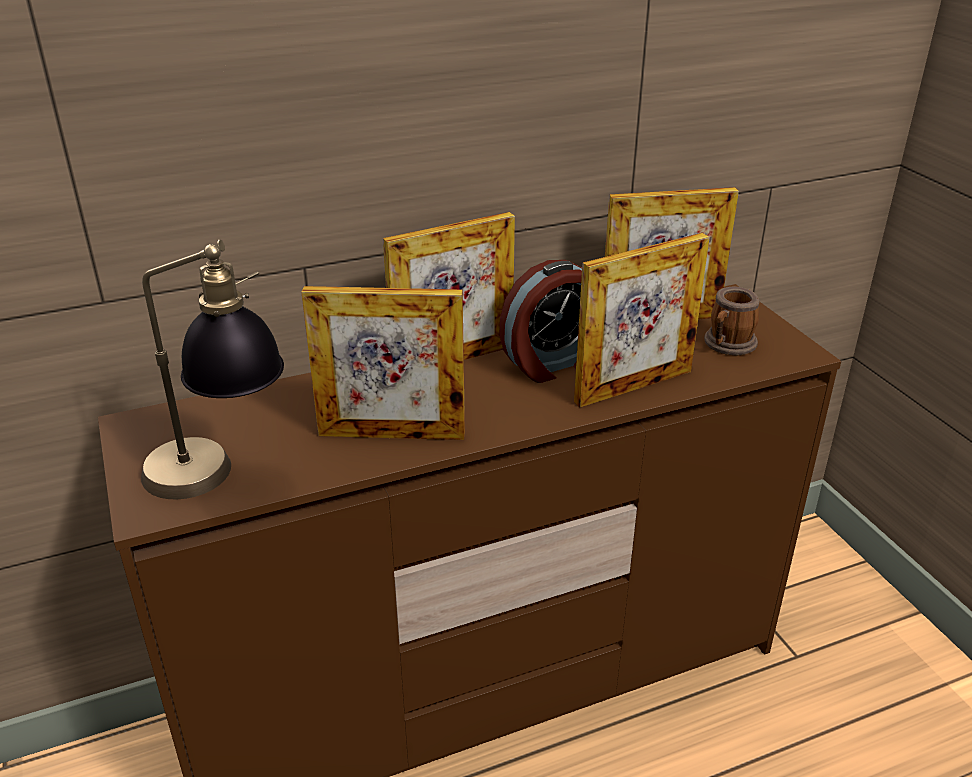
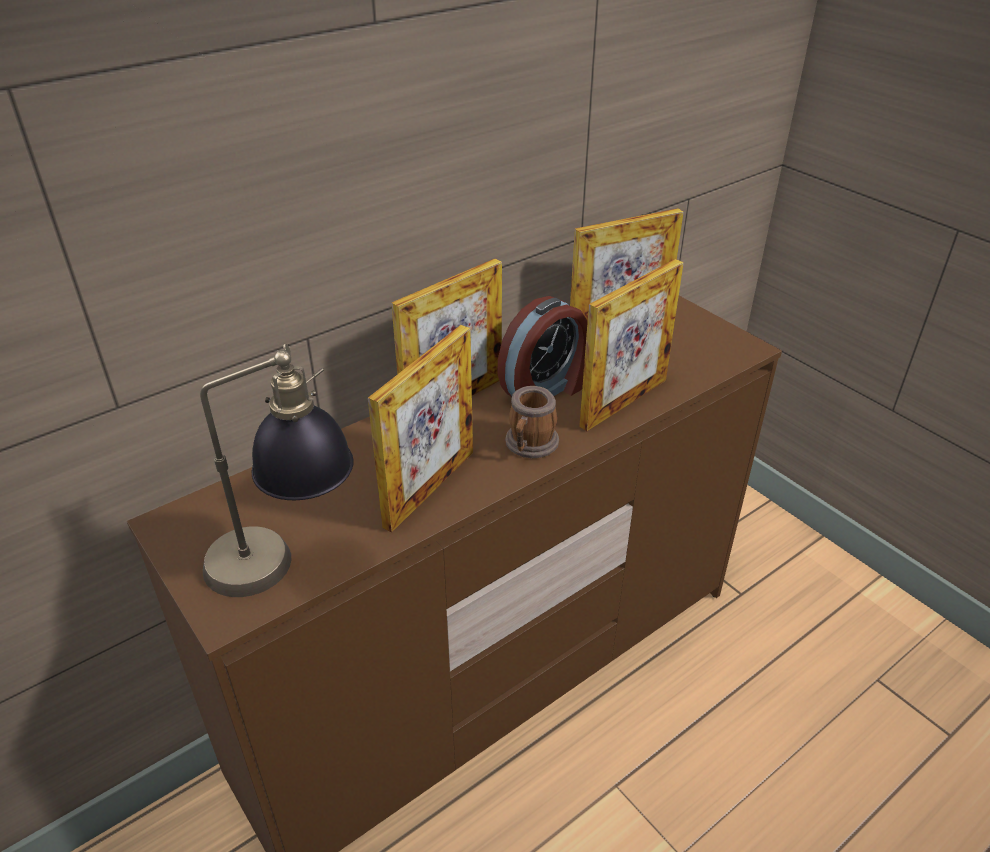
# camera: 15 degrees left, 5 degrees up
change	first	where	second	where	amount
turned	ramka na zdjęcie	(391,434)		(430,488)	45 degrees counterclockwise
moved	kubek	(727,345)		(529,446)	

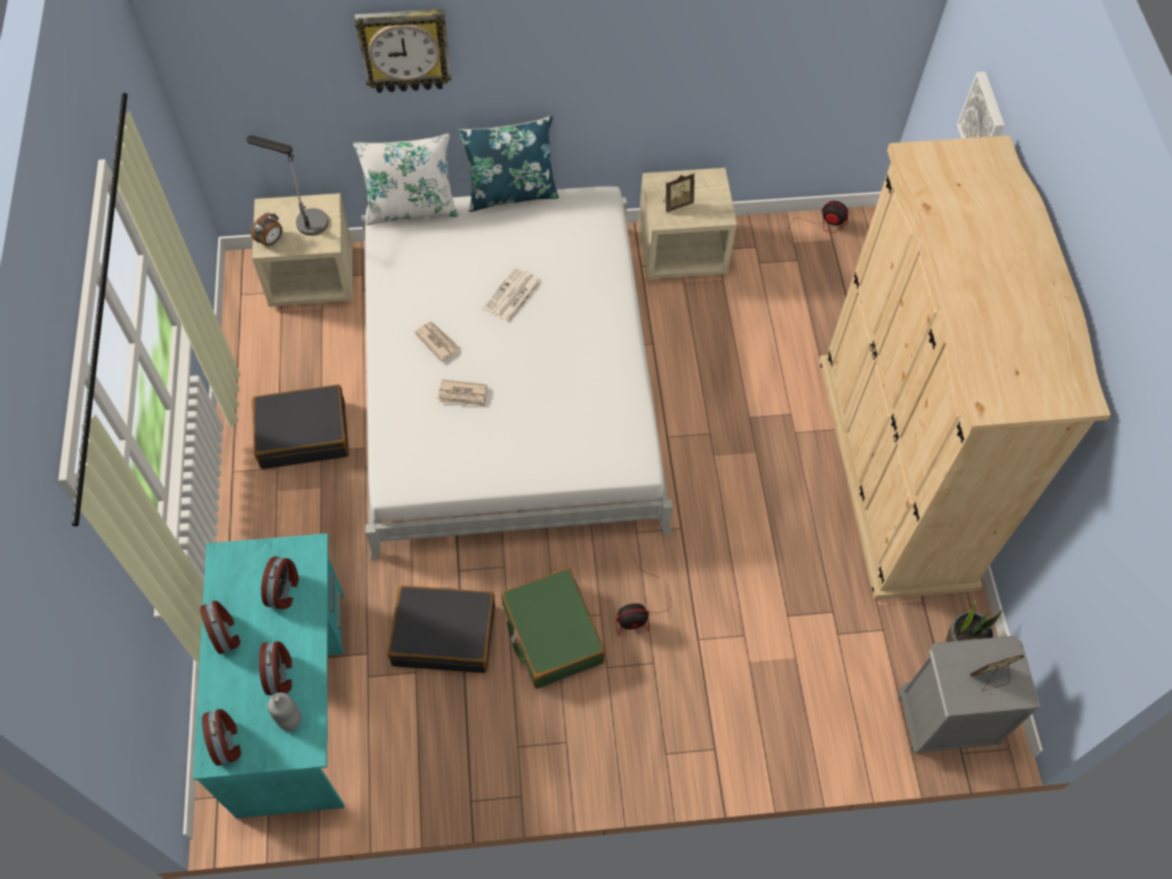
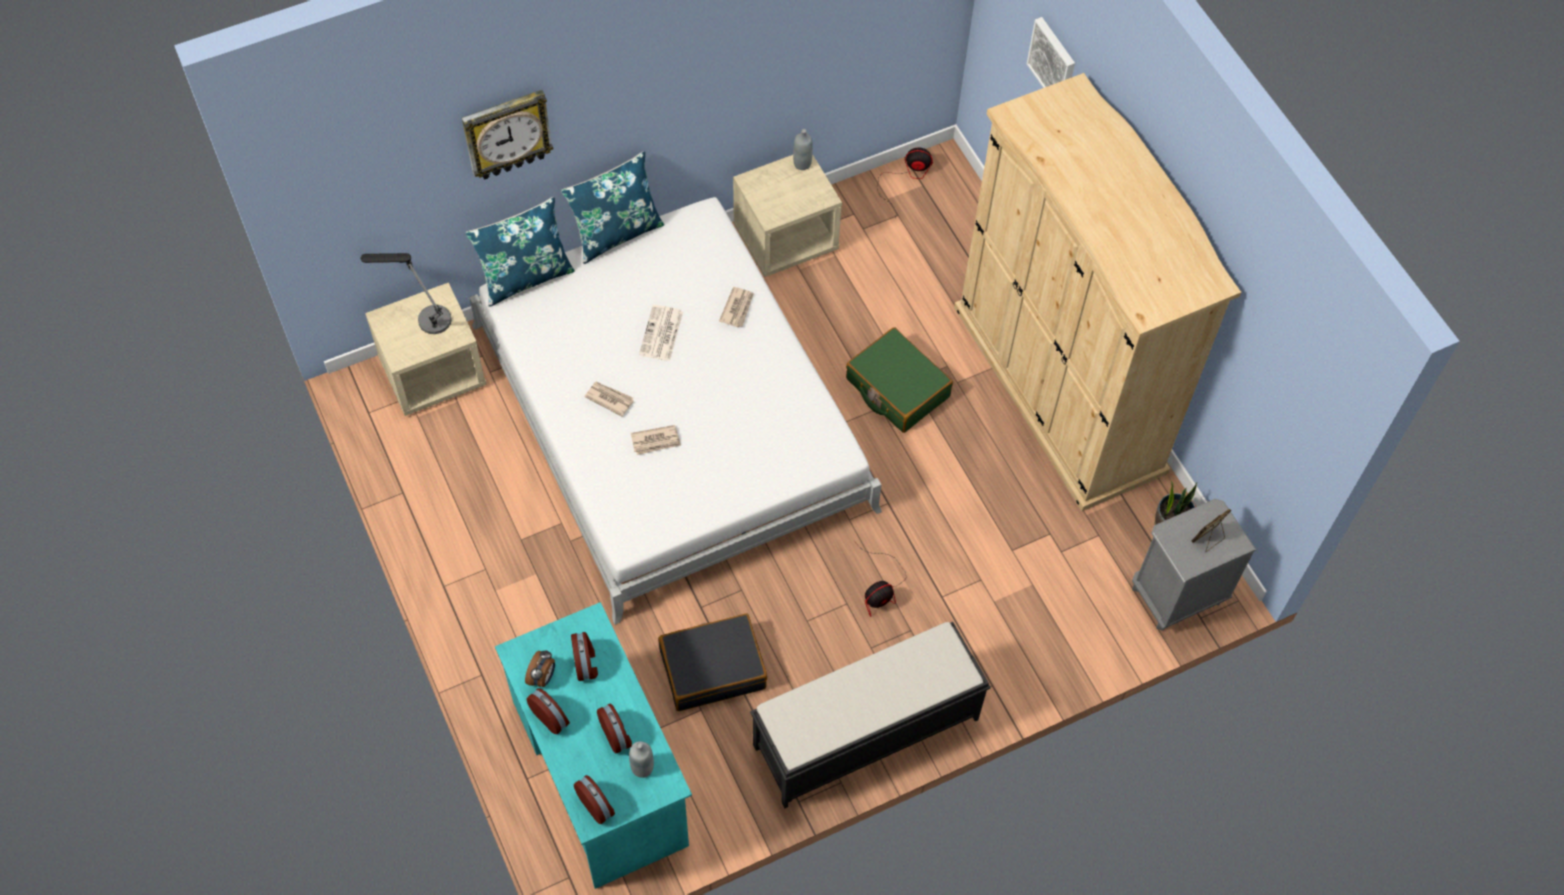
# camera: 20 degrees left, 0 degrees up
change	first	where	second	where	amount
moved	budzik	(271,241)		(543,677)	
removed	walizka [czarny]	(303,434)			
recoloured	poduszka [biały]	(411,208)	poduszka [niebieski]	(525,277)	
moved	walizka [zielony]	(552,634)		(897,388)	
removed	ramka na zdjęcie	(676,203)			
added			gazeta	(737,308)	
added			ławka [czarny]	(864,733)	
added			butelka [szary]	(802,163)	

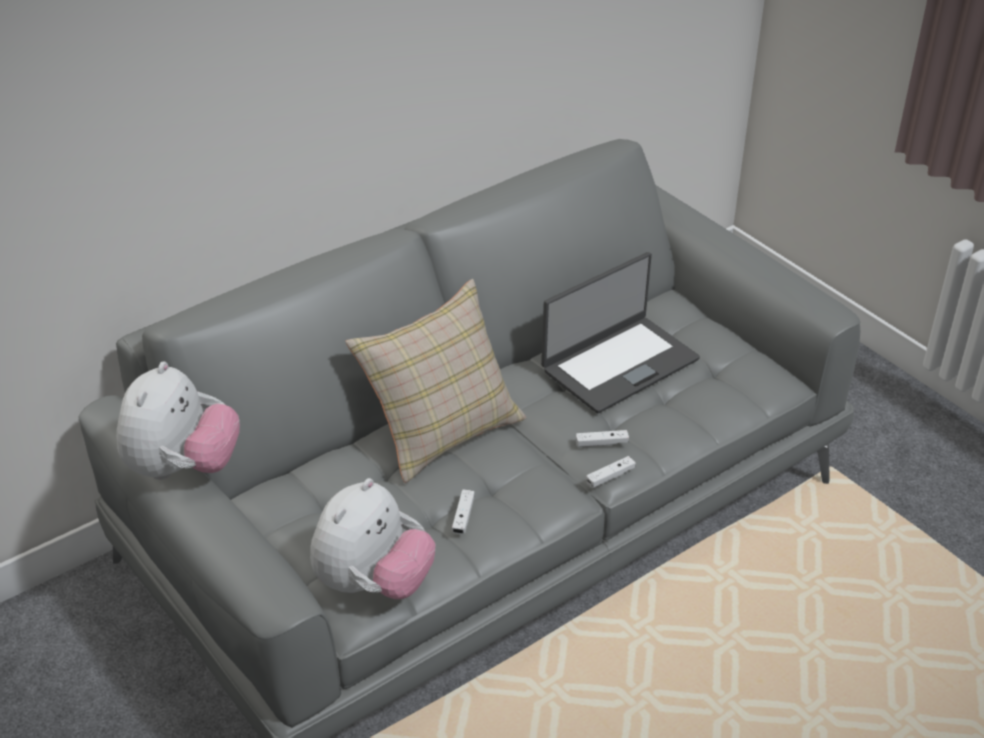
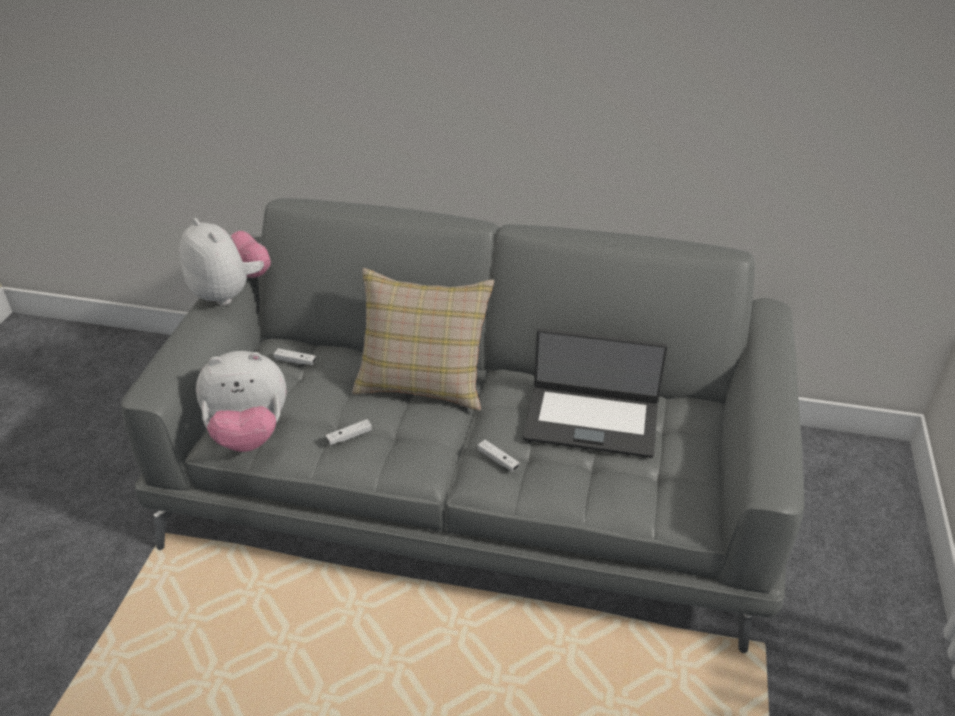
# camera: 50 degrees right, 0 degrees up
change	first	where	second	where	amount
turned	pluszak	(182,468)		(230,293)	105 degrees counterclockwise
moved	pad do gier [biały]	(610,477)		(295,361)	

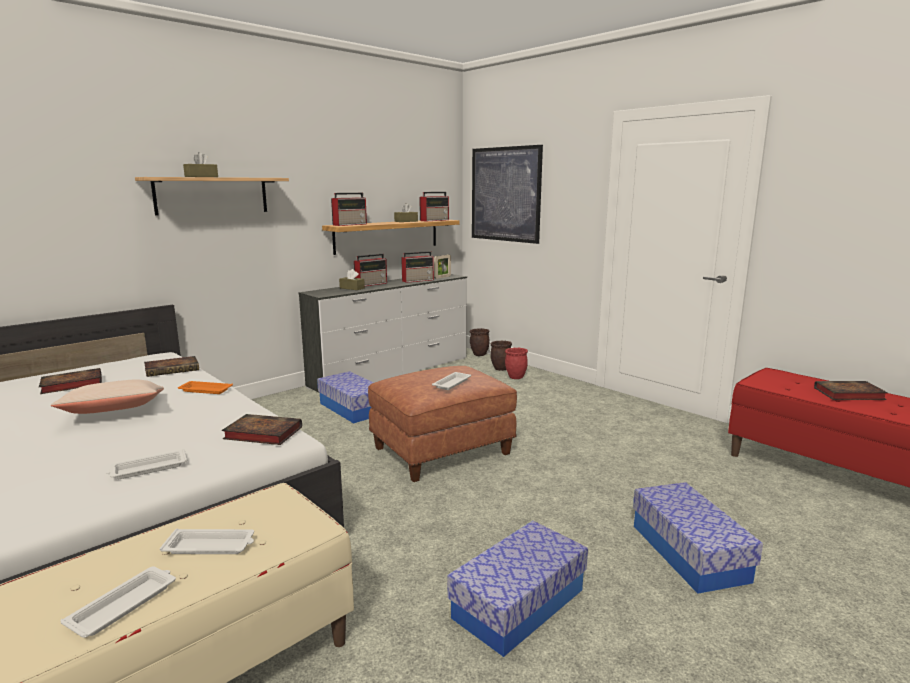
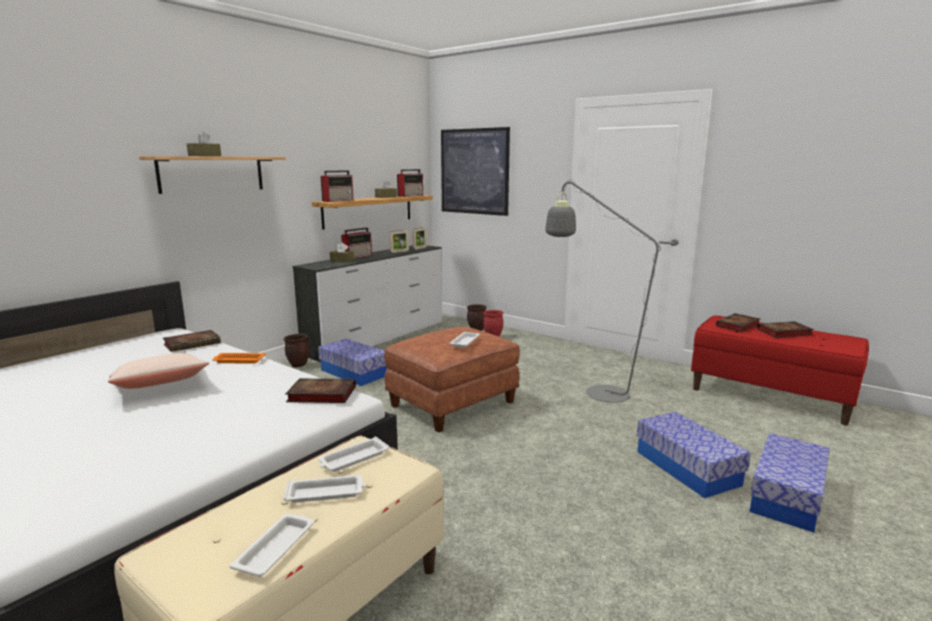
# camera: 10 degrees left, 0 degrees up
change	first	where	second	where	amount
moved	książka	(70,385)		(737,326)	
moved	taca [biały]	(148,469)		(353,459)	
replaced	radio	(418,280)	ramka na zdjęcie	(399,251)	
moved	pojemnik do przechowywania	(518,604)		(787,496)	
moved	donica [brązowy]	(479,354)		(298,365)	
added			lampa stojąca [szary]	(596,390)	

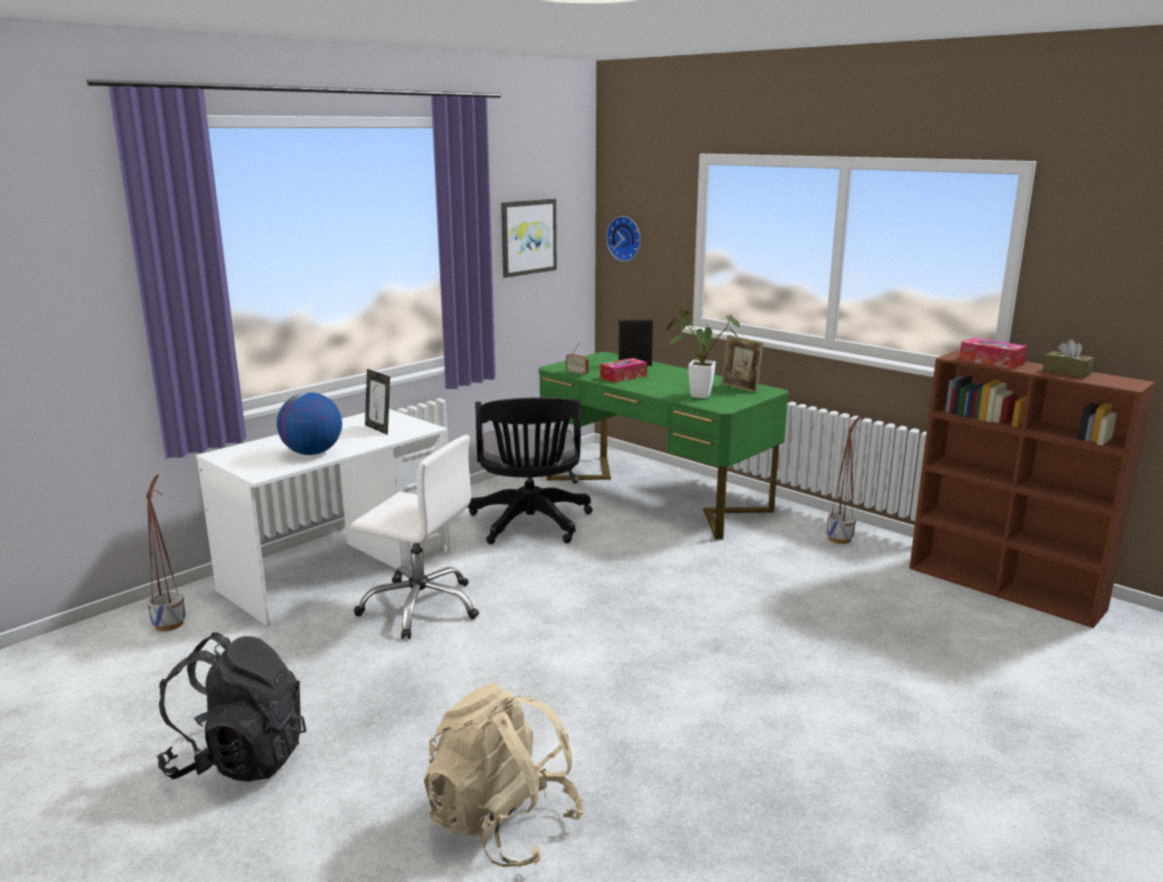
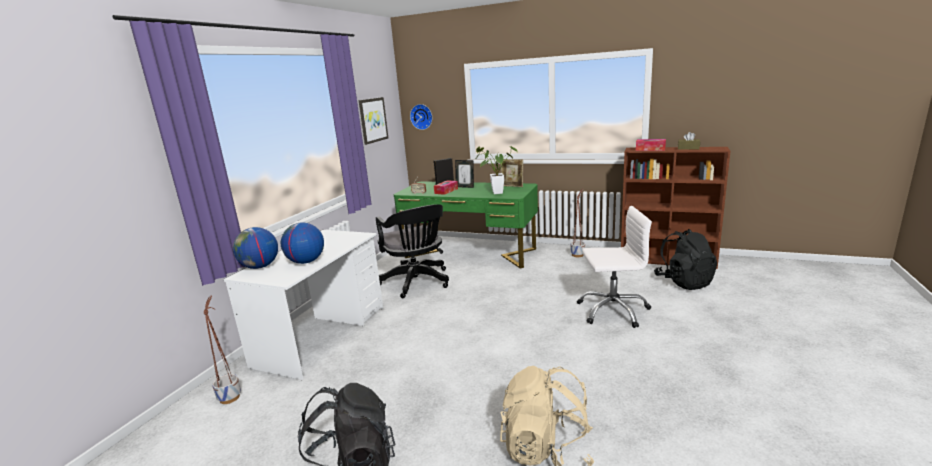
# camera: 20 degrees left, 0 degrees up
change	first	where	second	where	amount
moved	krzesło biurowe [biały]	(421,606)		(613,310)	
moved	ramka na zdjęcie	(379,429)		(465,187)	
added			globus	(260,267)	
added			plecak [czarny]	(684,282)	

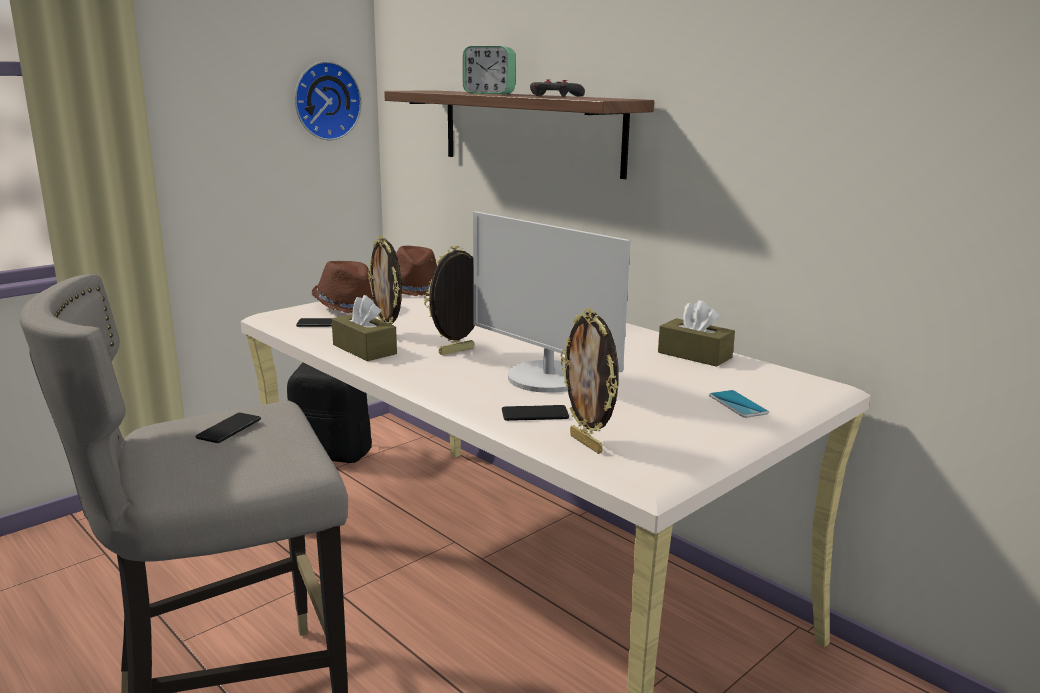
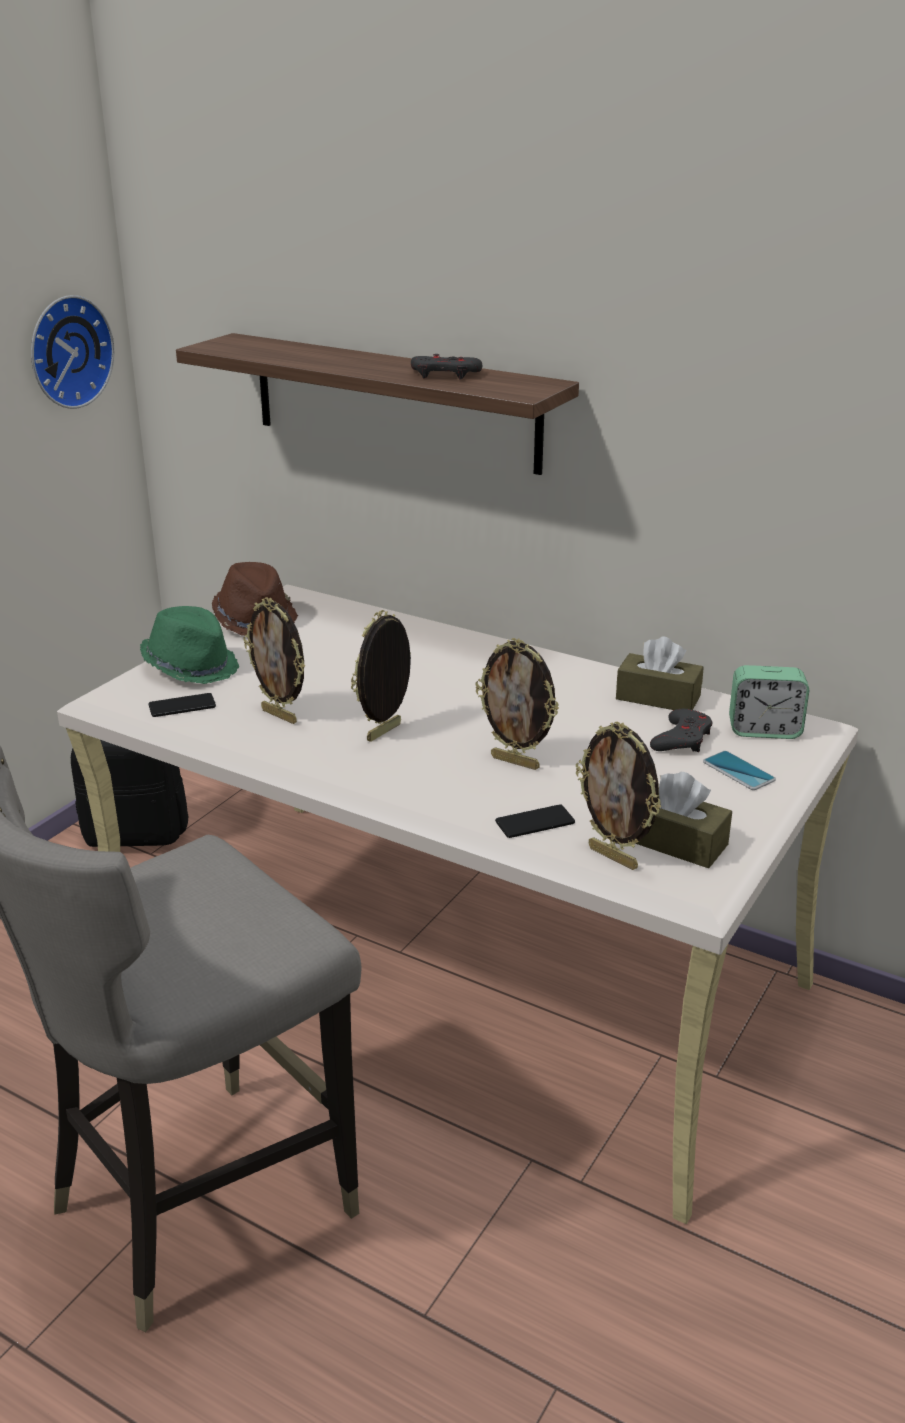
# camera: 15 degrees left, 10 degrees up
change	first	where	second	where	amount
removed	telefon	(229,429)			
recoloured	kapelusz [brązowy]	(348,306)	kapelusz [zielony]	(191,667)	
moved	pudełko chusteczek [brązowy]	(364,349)		(675,842)	
moved	budzik	(489,93)		(764,730)	
replaced	monitor	(547,378)	ramka na zdjęcie	(516,762)	
added			pad do gier [szary]	(682,738)	

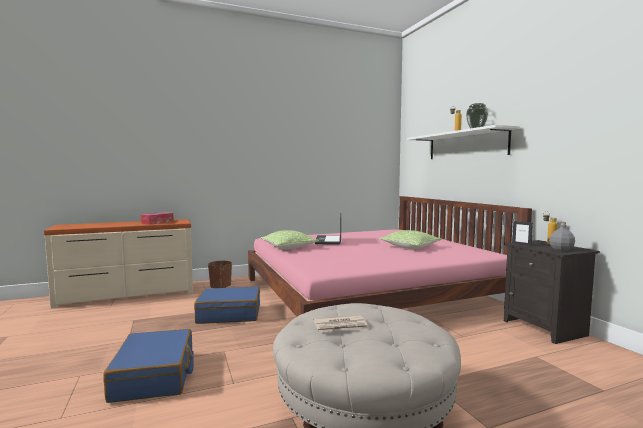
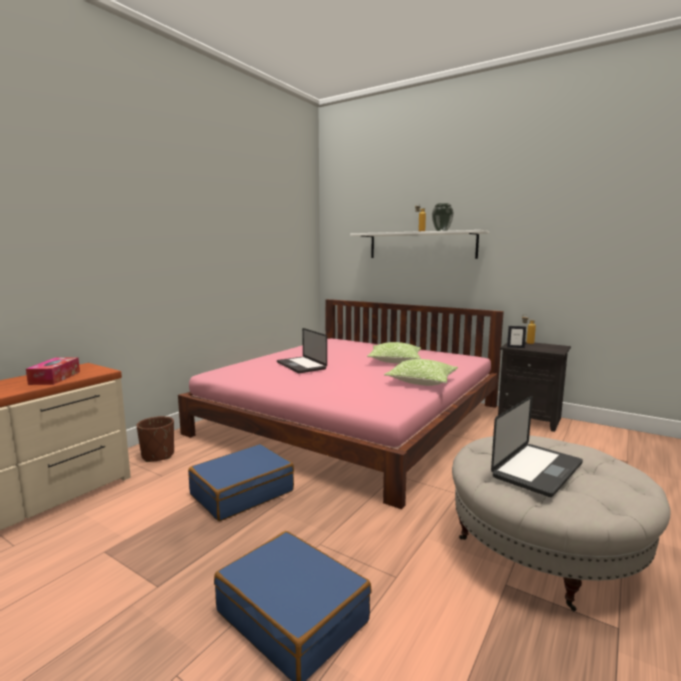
# camera: 35 degrees left, 5 degrees up
change	first	where	second	where	amount
moved	poduszka	(289,247)		(421,381)	
replaced	gazeta	(341,326)	laptop	(537,470)	
removed	butelka [szary]	(561,249)			

